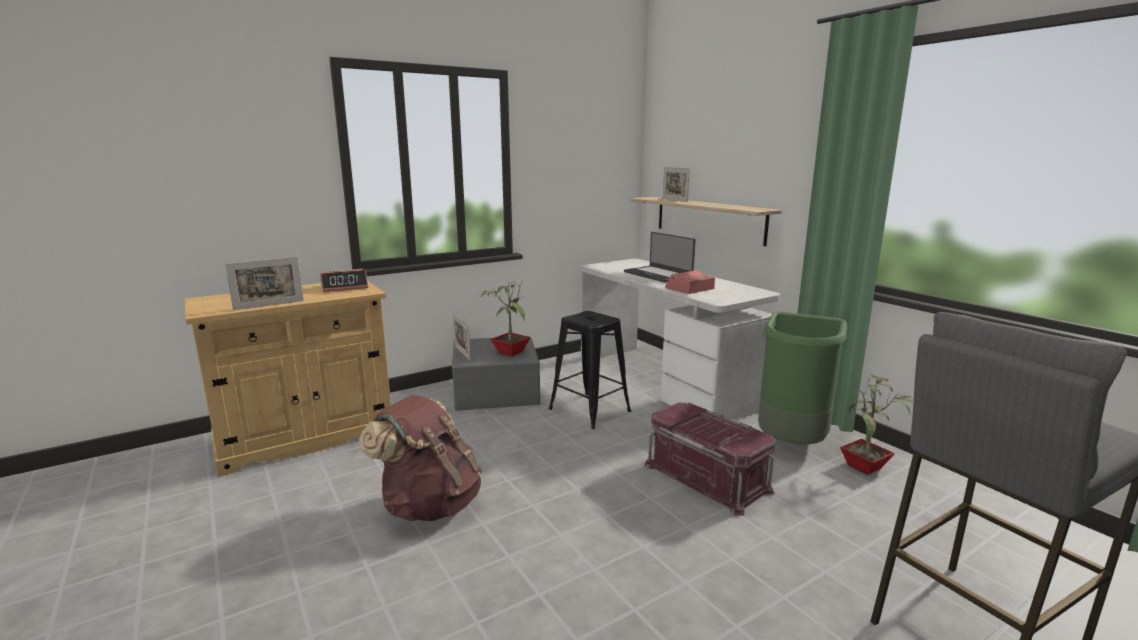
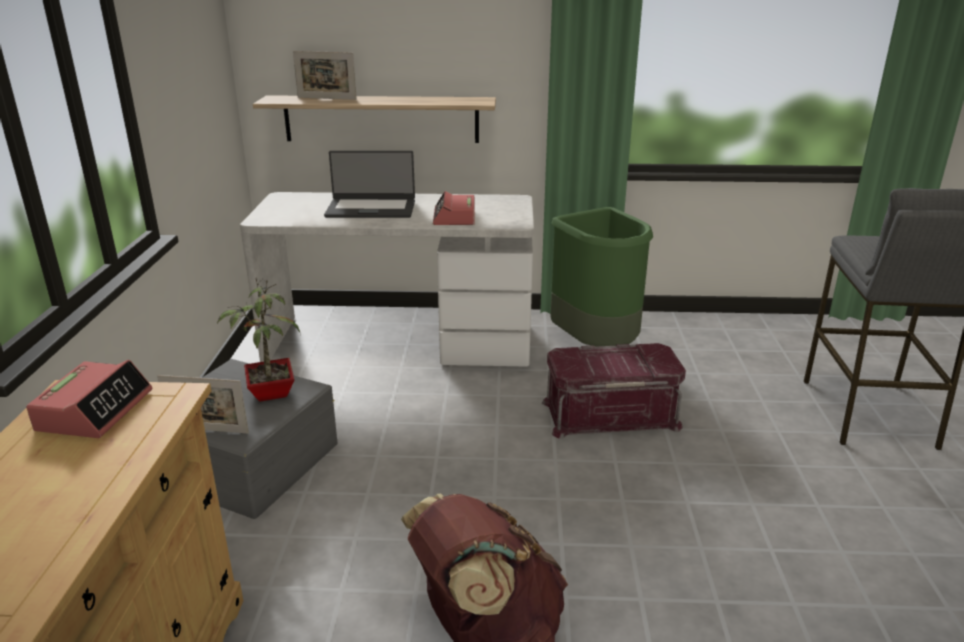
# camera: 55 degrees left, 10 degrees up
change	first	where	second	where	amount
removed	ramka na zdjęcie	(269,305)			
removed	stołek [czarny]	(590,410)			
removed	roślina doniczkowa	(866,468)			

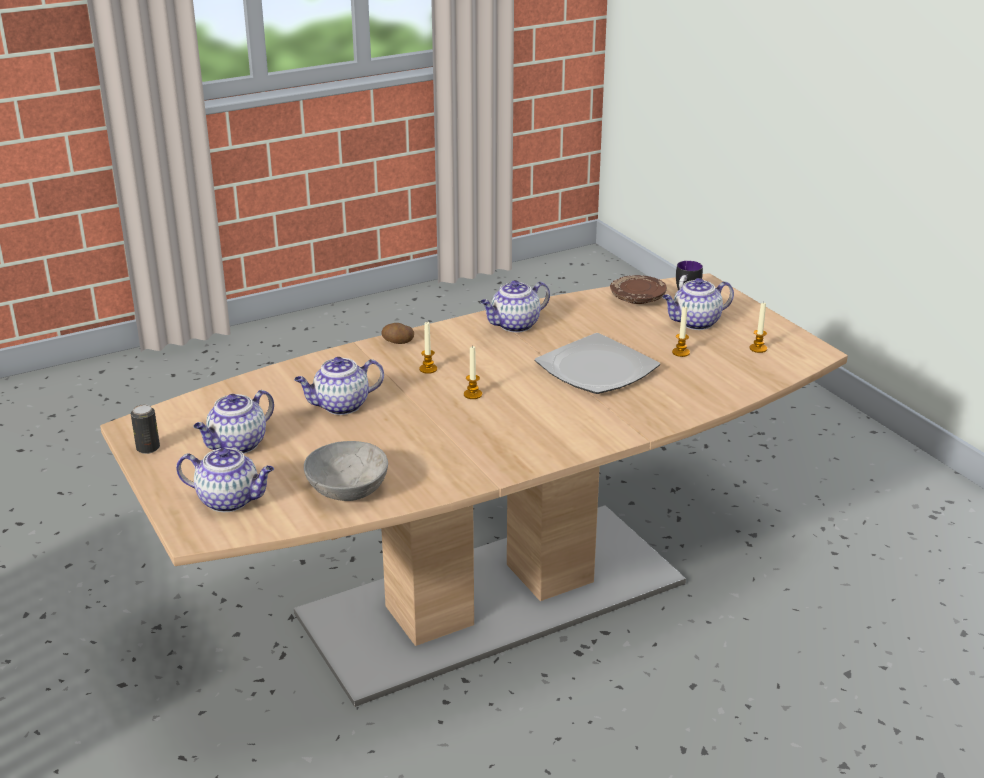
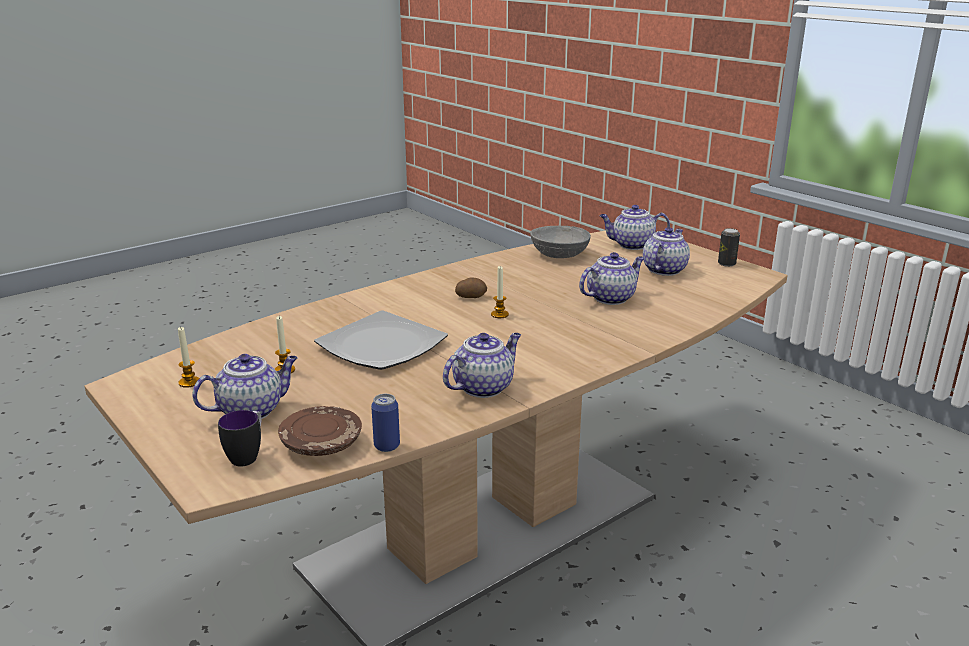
# camera: 170 degrees right, 5 degrees down
change	first	where	second	where	amount
moved	ziemniak	(398,342)		(471,296)	
removed	świeca	(428,369)			
added			puszka	(387,446)	

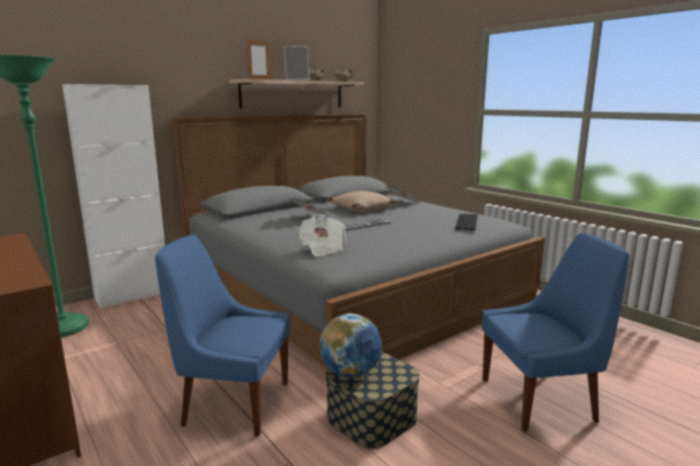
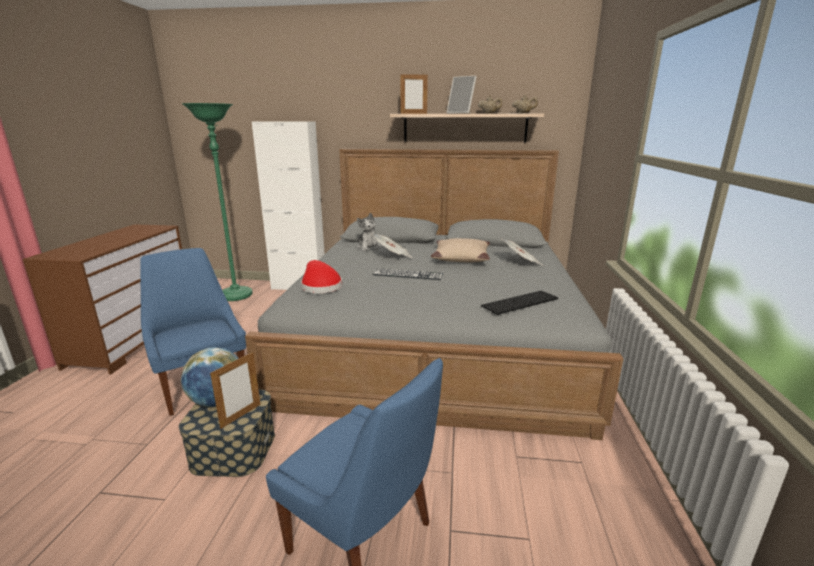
# camera: 45 degrees right, 5 degrees up
change	first	where	second	where	amount
replaced	gazeta	(322,248)	kapelusz [czerwony]	(320,286)	
added			ramka na zdjęcie	(241,416)	
added			pluszak	(369,247)	

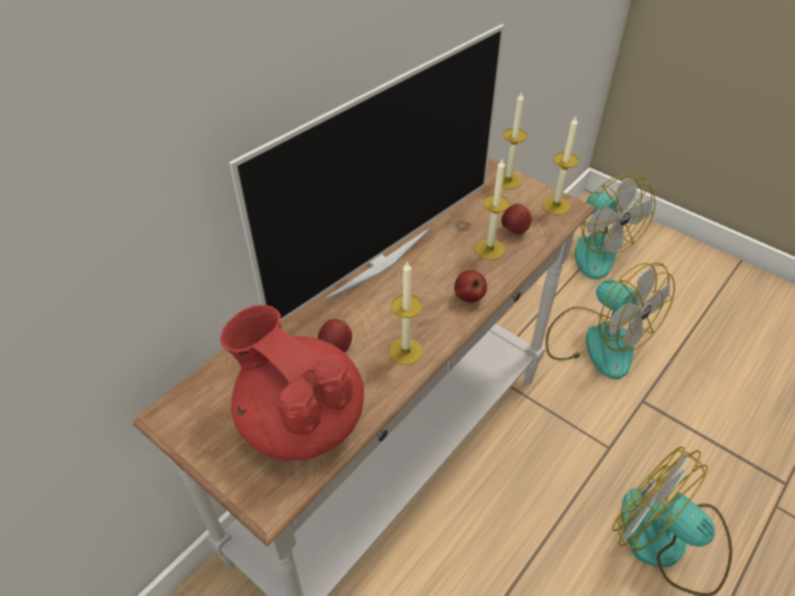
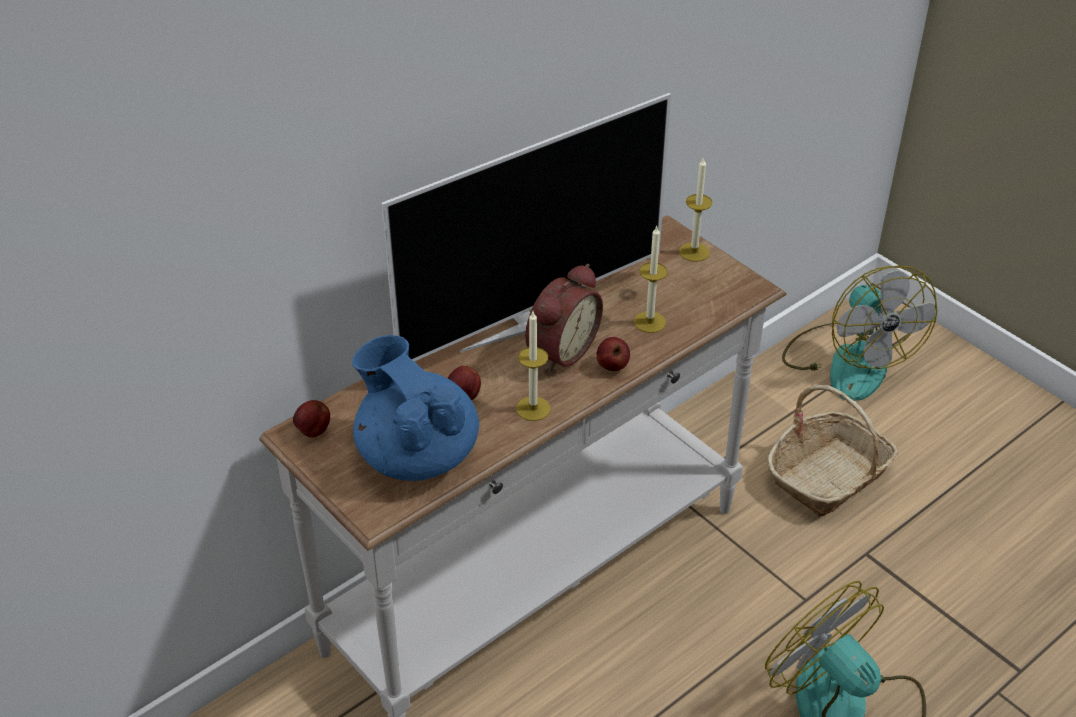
# camera: 10 degrees right, 5 degrees down
change	first	where	second	where	amount
recoloured	imbryk [czerwony]	(300,419)	imbryk [niebieski]	(416,454)	
moved	jabłko	(514,230)		(313,431)	
removed	świeca	(556,205)			
replaced	wentylator	(597,340)	koszyk	(829,476)	
added			budzik	(559,350)	

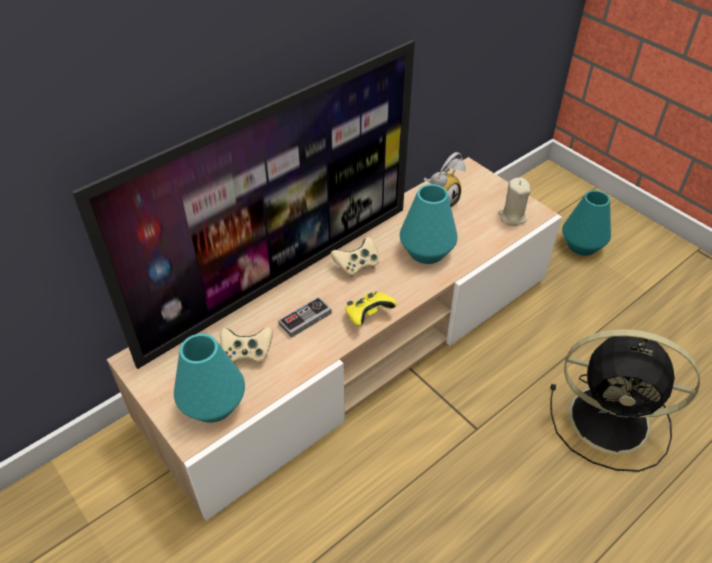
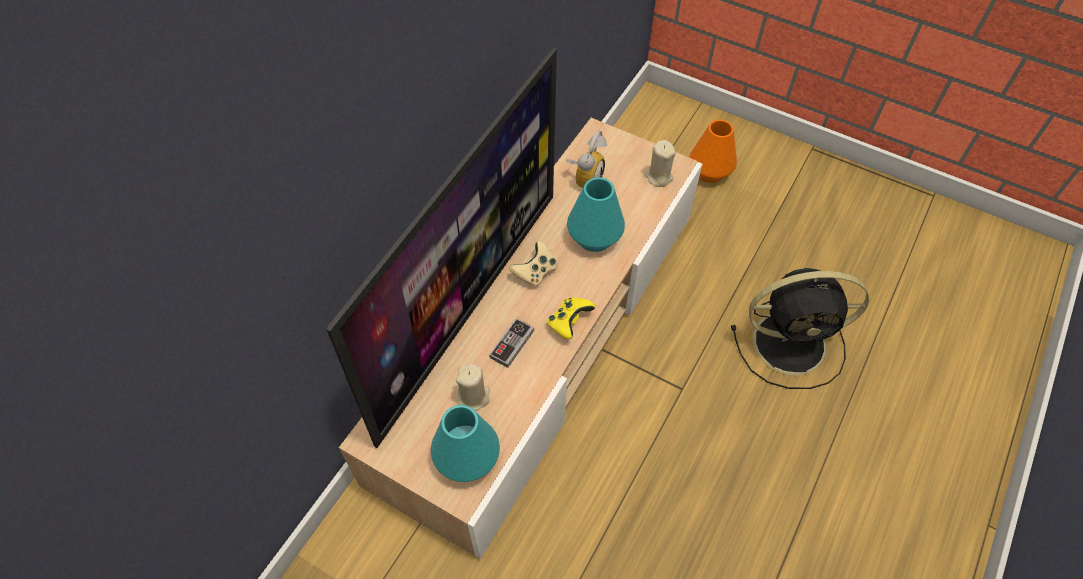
# camera: 20 degrees left, 10 degrees up
change	first	where	second	where	amount
replaced	pad do gier [beżowy]	(247,353)	świeca [beżowy]	(473,397)	
recoloured	wazon [turkusowy]	(582,245)	wazon [pomarańczowy]	(709,171)	

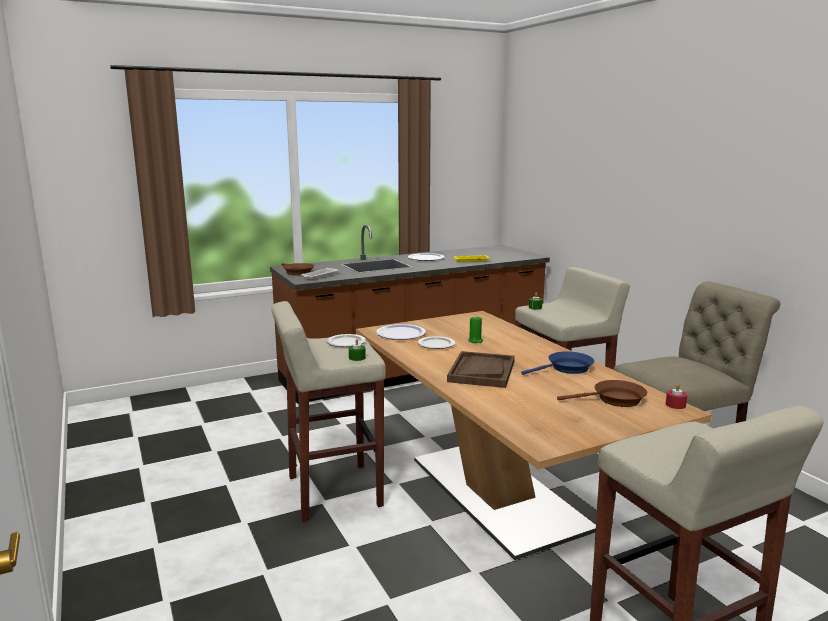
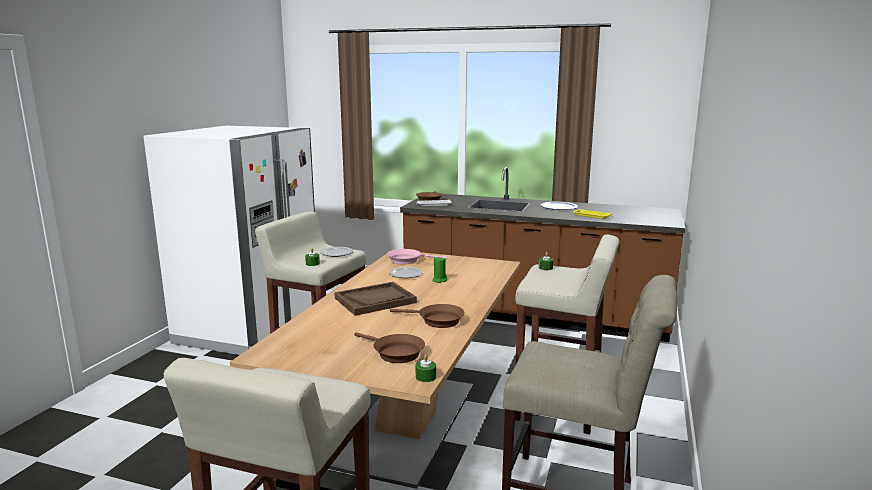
# camera: 45 degrees right, 0 degrees up
change	first	where	second	where	amount
replaced	talerz	(400,333)	patelnia [różowy]	(407,260)	
recoloured	patelnia [niebieski]	(566,368)	patelnia [brązowy]	(437,320)	
recoloured	świeca [czerwony]	(675,405)	świeca [zielony]	(425,377)	
added			lodówka [biały]	(250,328)	

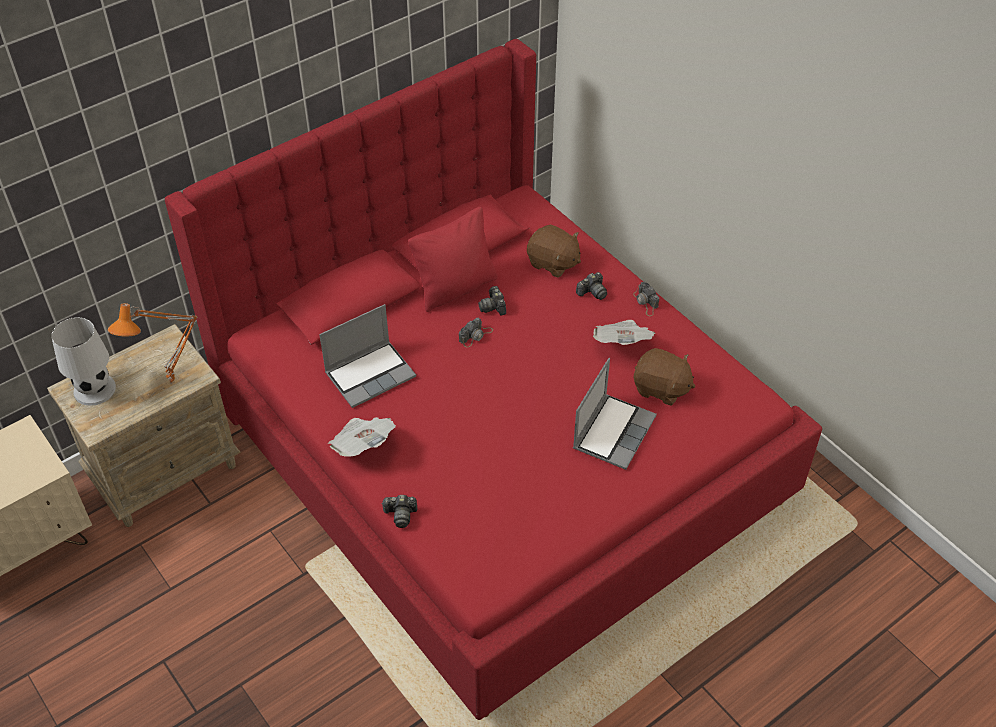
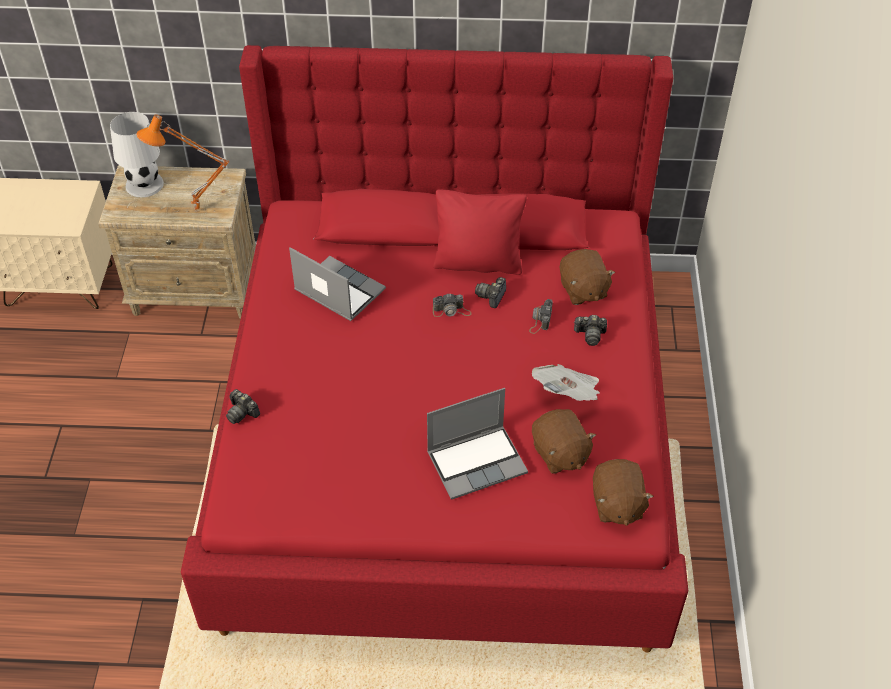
# camera: 40 degrees right, 0 degrees up
change	first	where	second	where	amount
turned	laptop	(370,374)		(338,291)	150 degrees counterclockwise
removed	gazeta	(363,445)			
moved	aparat fotograficzny	(646,302)		(540,320)	
added			pluszak [brązowy]	(616,504)	

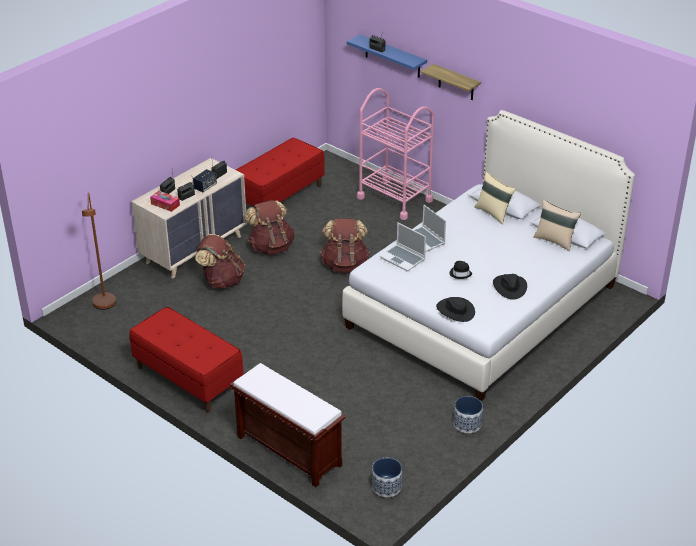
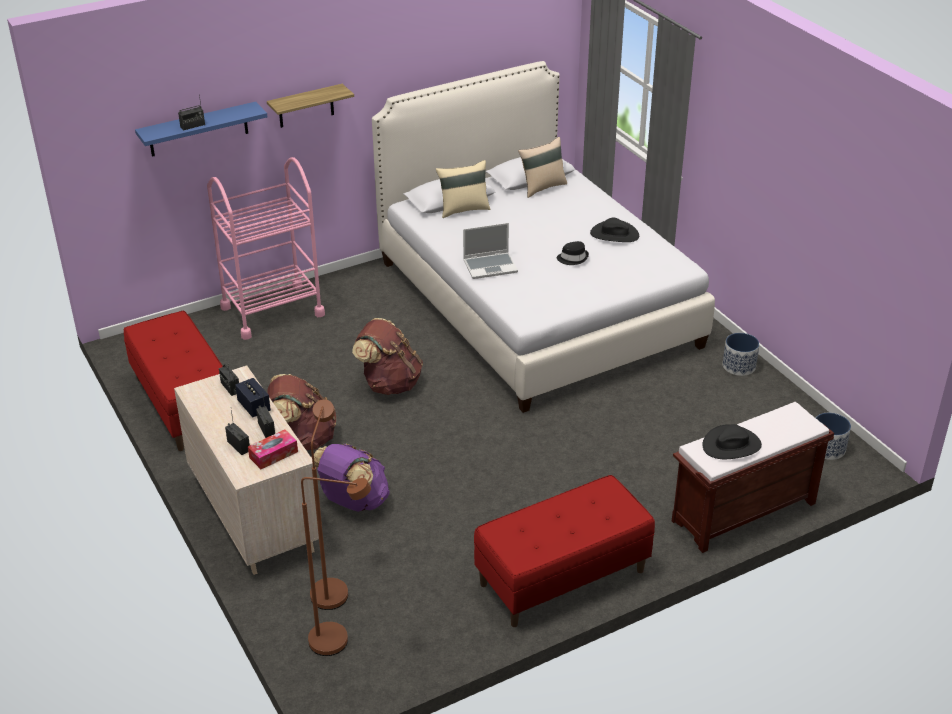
# camera: 70 degrees left, 0 degrees up
change	first	where	second	where	amount
recoloured	plecak [brązowy]	(221,281)	plecak [fioletowy]	(352,502)	
removed	laptop	(403,258)			
moved	kapelusz [czarny]	(455,310)		(731,445)	
added			lampa stojąca [brązowy]	(331,587)	

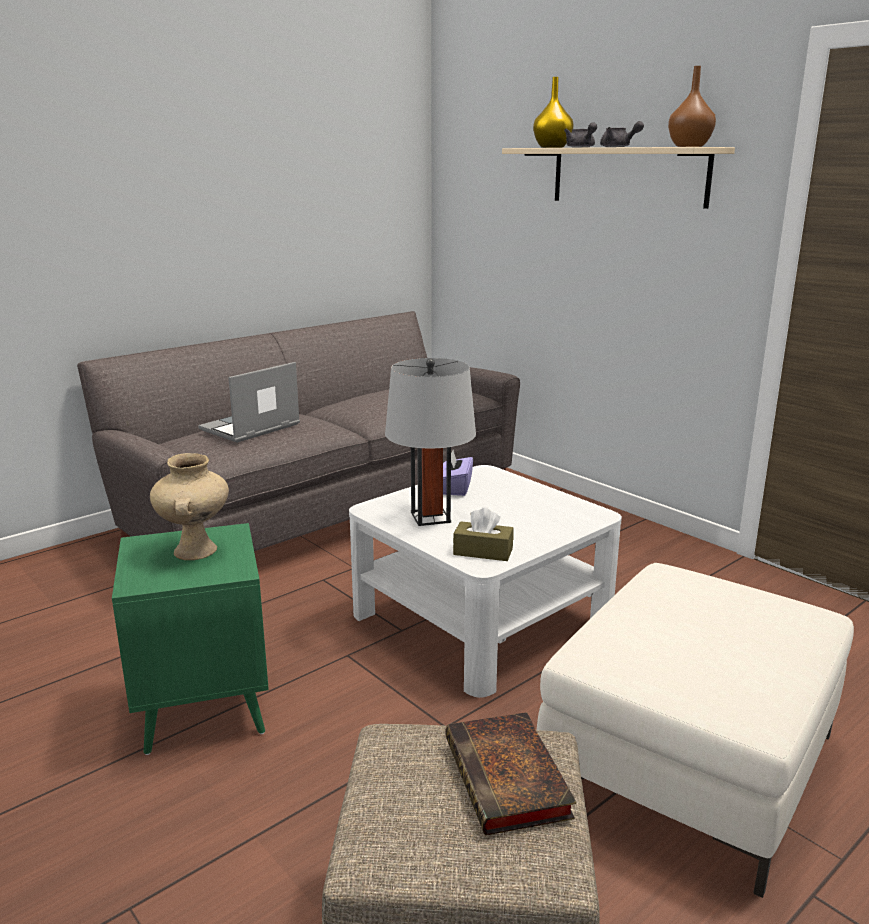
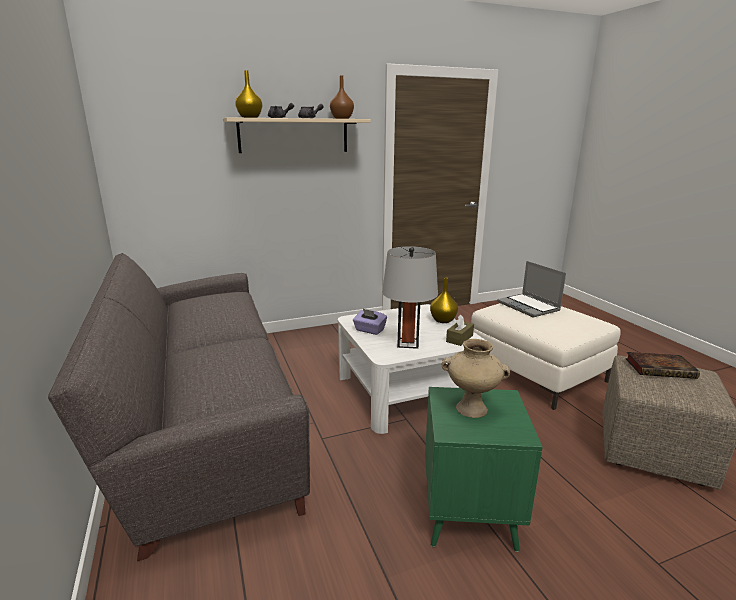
# camera: 70 degrees left, 0 degrees up
change	first	where	second	where	amount
moved	laptop	(250,428)		(529,306)	
added			wazon [żółty]	(442,320)	

